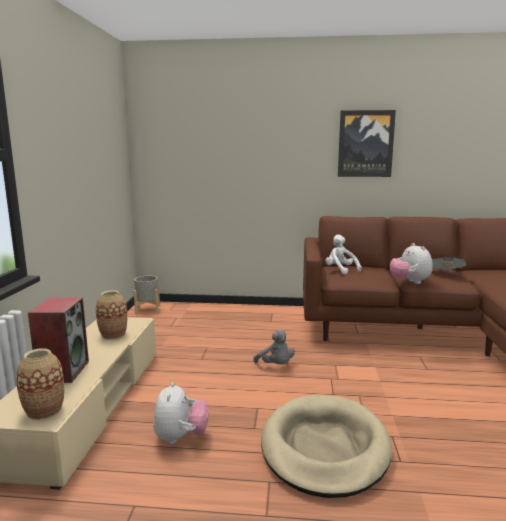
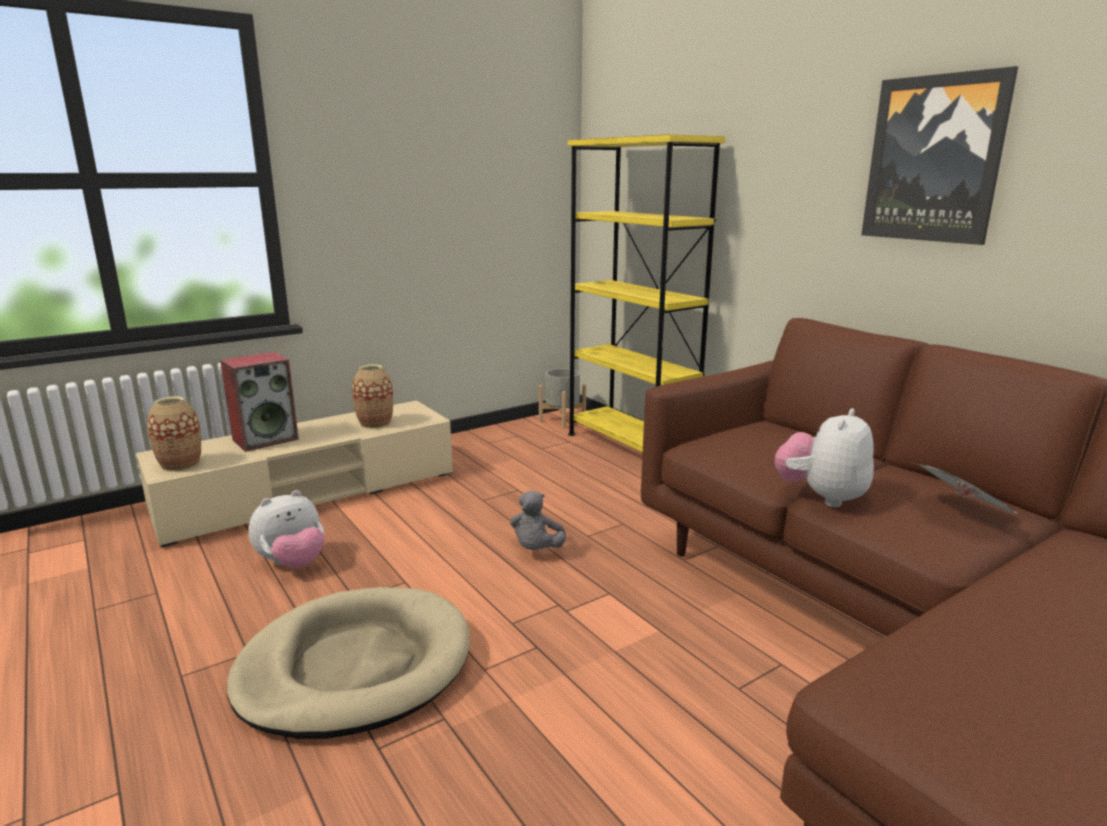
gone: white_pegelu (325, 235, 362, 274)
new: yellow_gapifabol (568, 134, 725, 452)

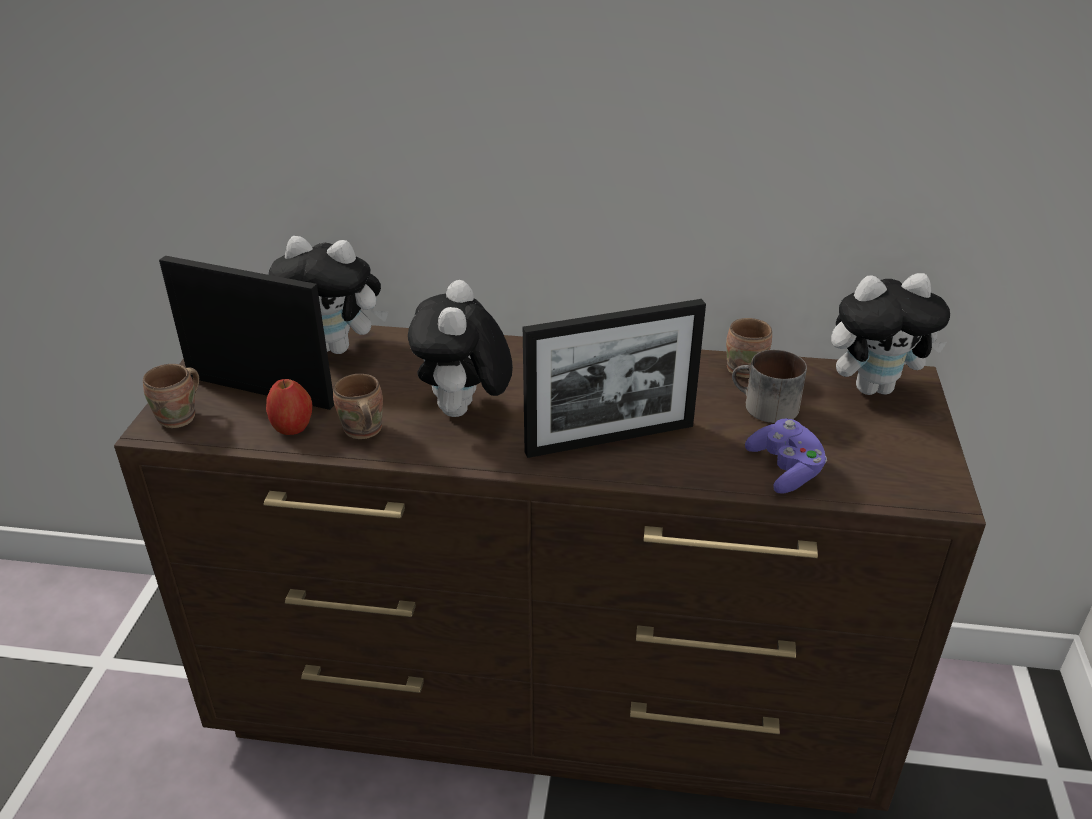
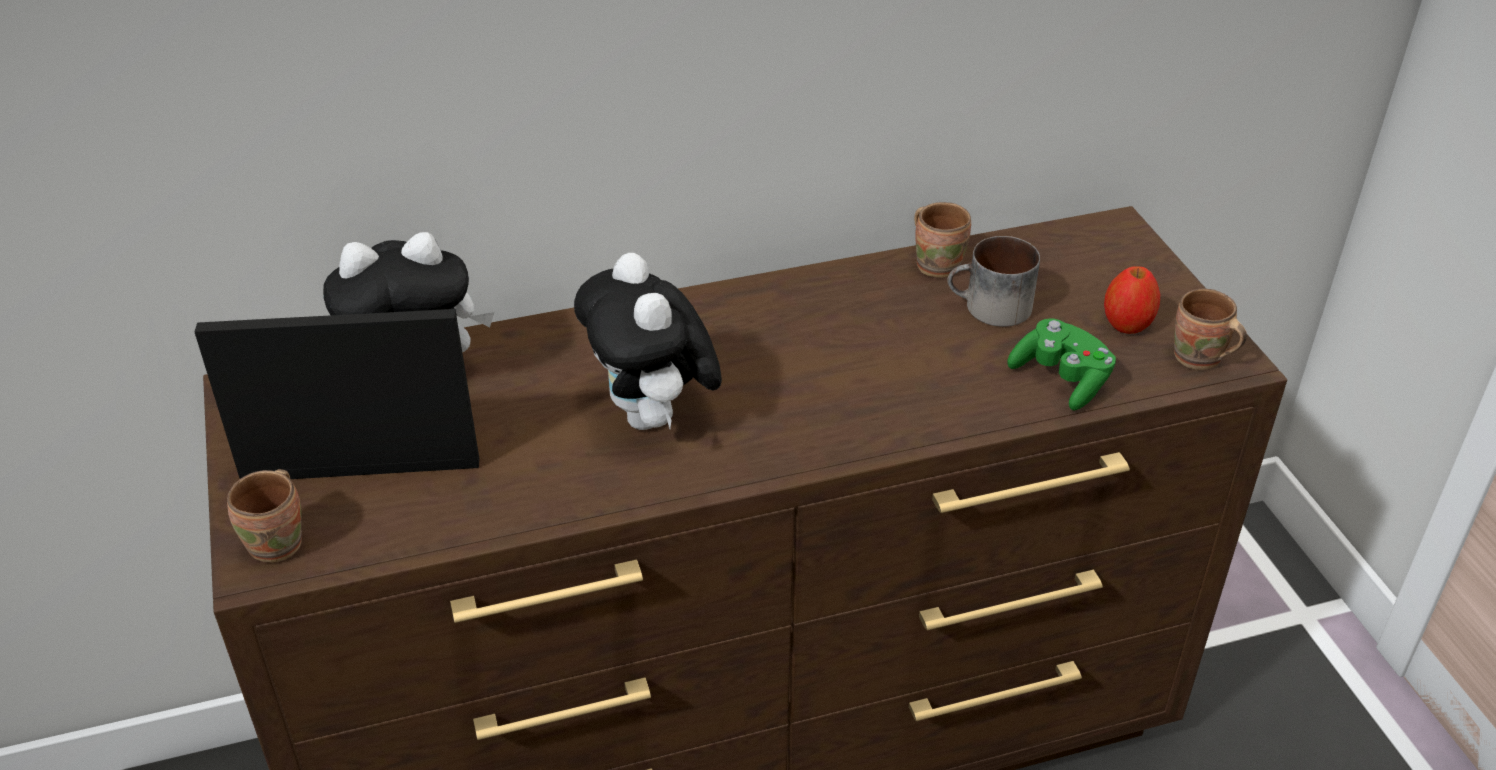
gone: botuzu (523, 299, 706, 458); pegelu (831, 273, 950, 395)
shifted: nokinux (266, 379, 312, 435) to (1104, 266, 1160, 334); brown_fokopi (333, 374, 383, 439) to (1174, 289, 1247, 370)
repainted: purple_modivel (745, 418, 827, 494) to green_modivel (1007, 318, 1116, 410)

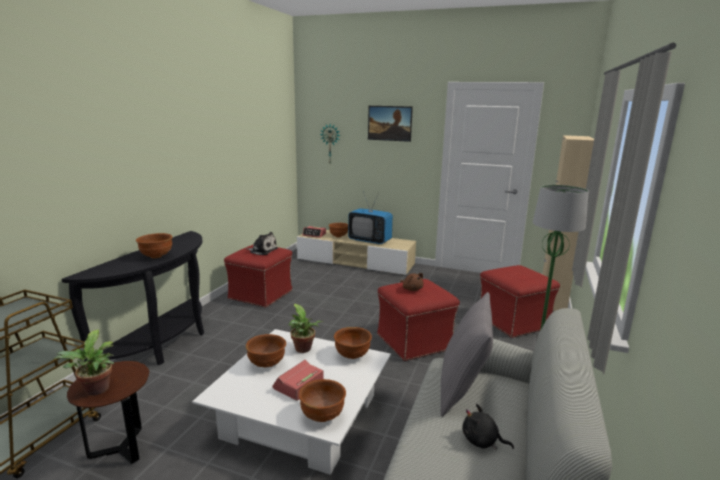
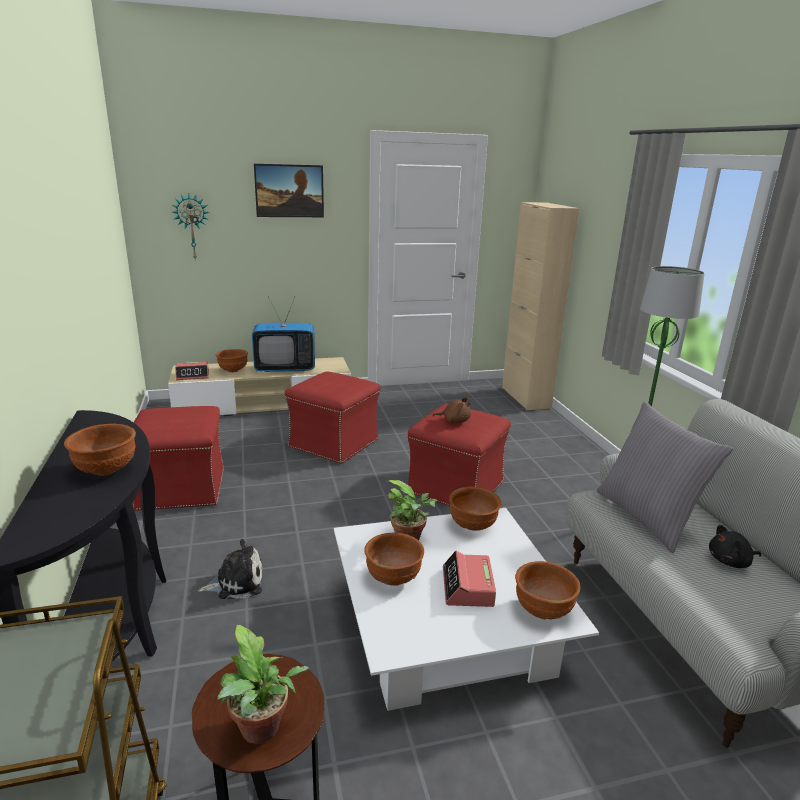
shifted: pegelu (246, 232, 278, 255) to (198, 539, 262, 599); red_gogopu (480, 265, 560, 338) to (285, 371, 381, 464)

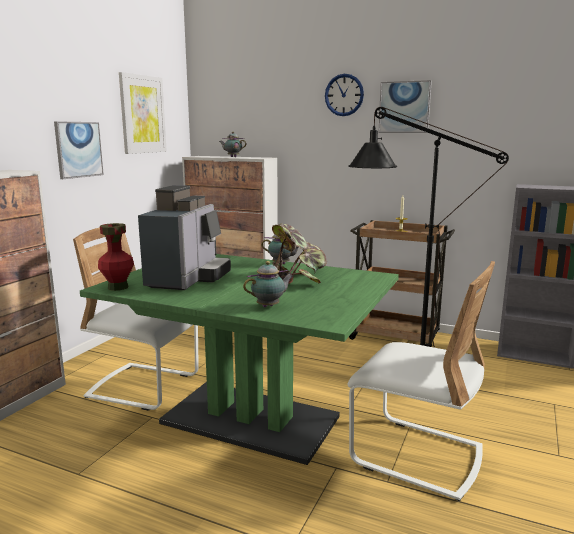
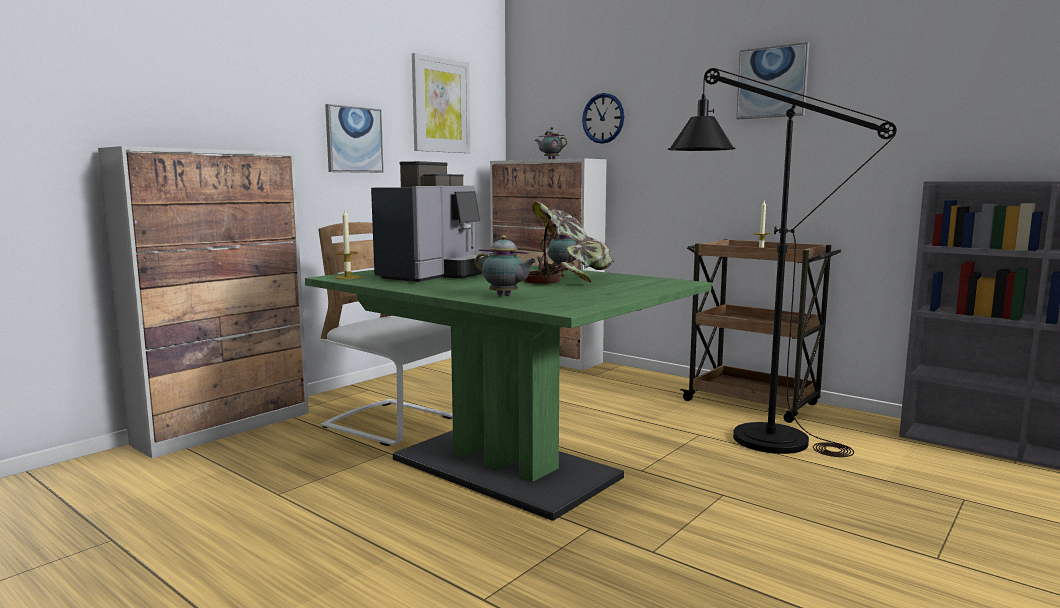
gone: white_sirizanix (347, 261, 495, 501)
shifted: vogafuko (325, 74, 364, 116) to (582, 93, 624, 144)
swapped: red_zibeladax (98, 223, 134, 291) to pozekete (335, 210, 361, 279)
rotated: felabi (243, 261, 293, 307) = (475, 235, 537, 296) 45 degrees clockwise

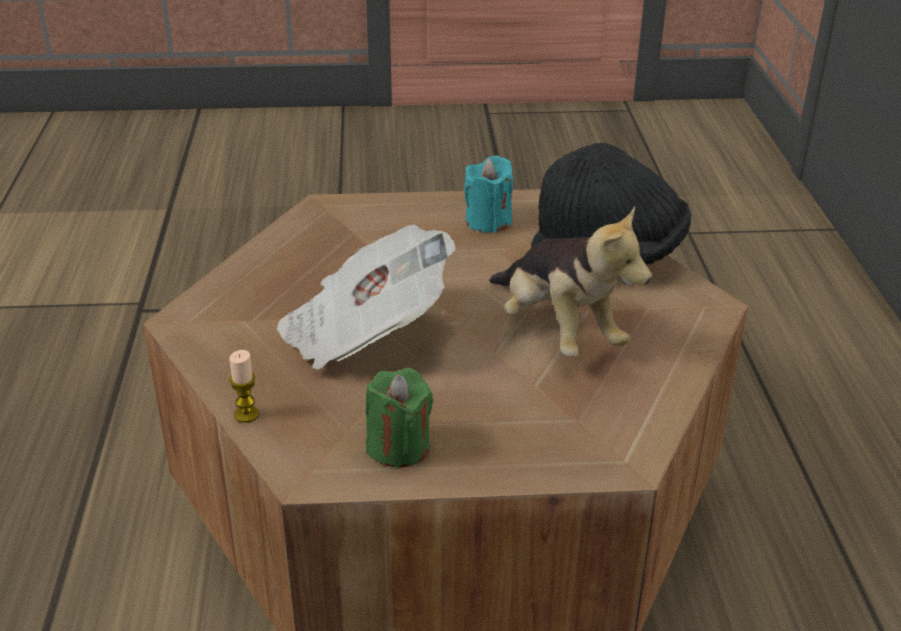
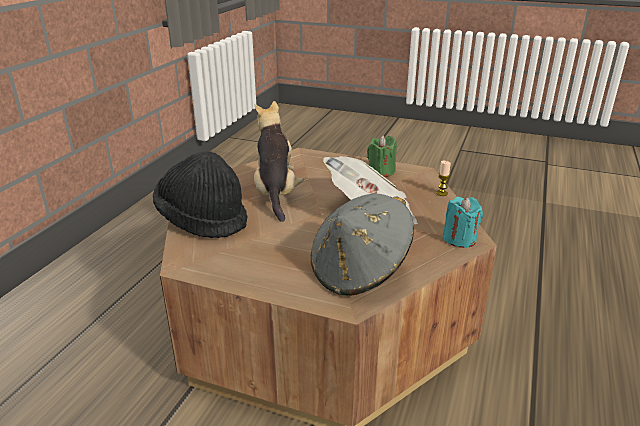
new: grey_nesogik (311, 194, 414, 296)
shifted: turquoise_pozekete (464, 155, 513, 233) to (442, 197, 483, 248)

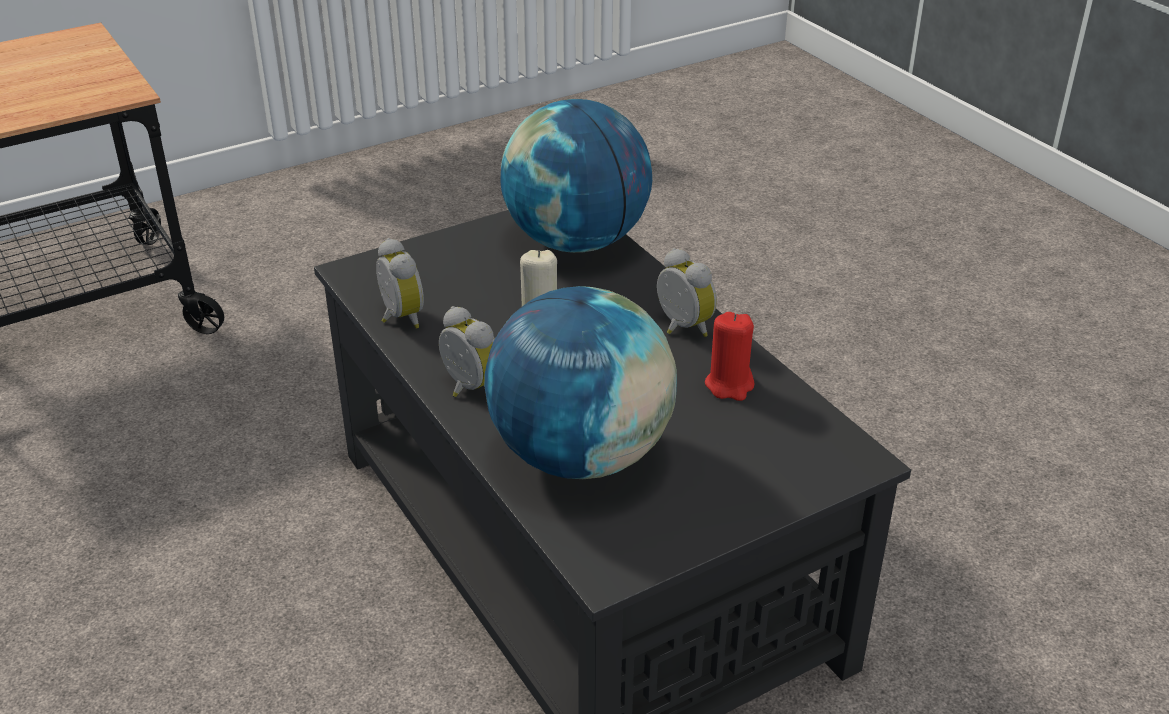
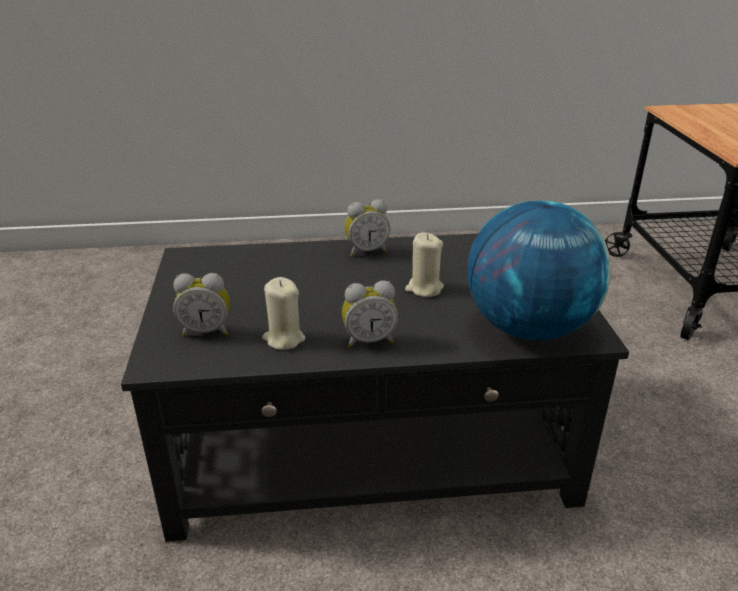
gone: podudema (484, 286, 677, 479)
shifted: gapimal (376, 238, 424, 328) to (173, 273, 230, 336)
repainted: red_pozekete (705, 312, 754, 401) to beige_pozekete (262, 277, 305, 350)

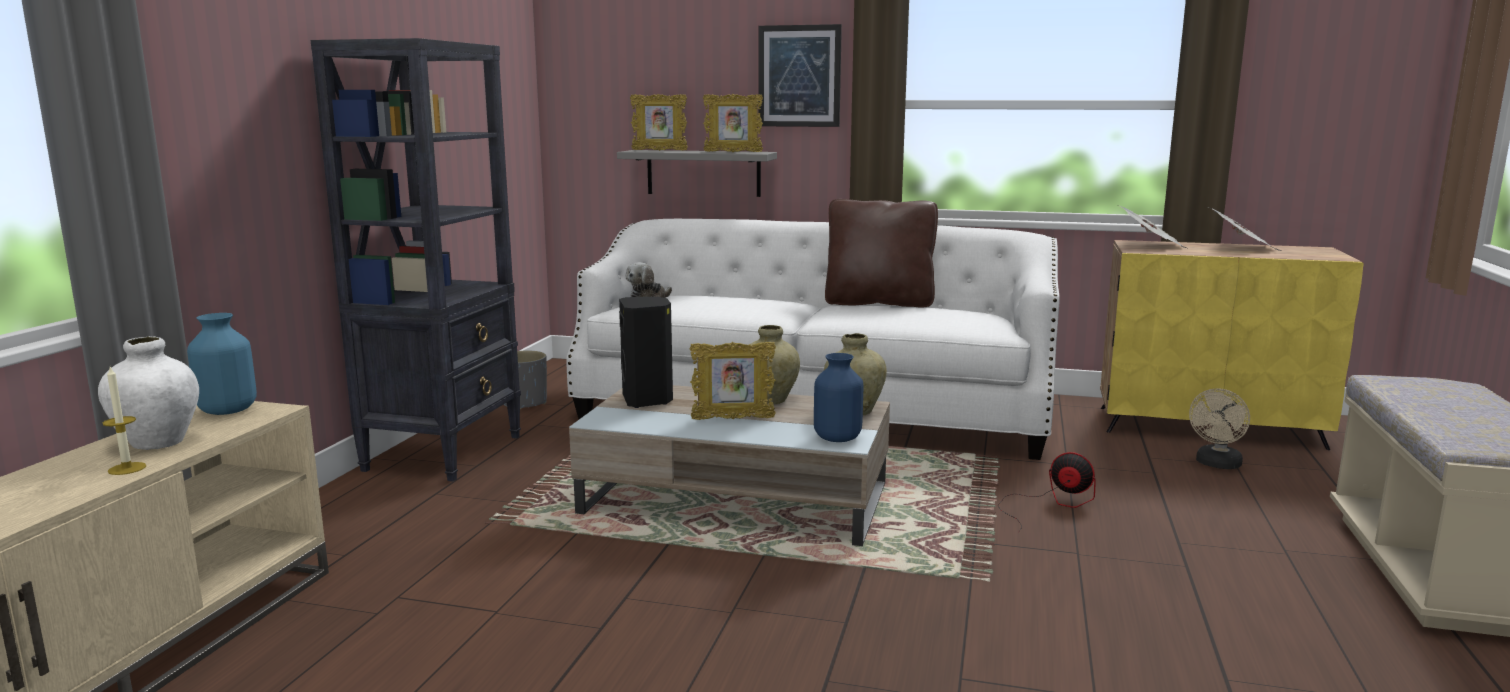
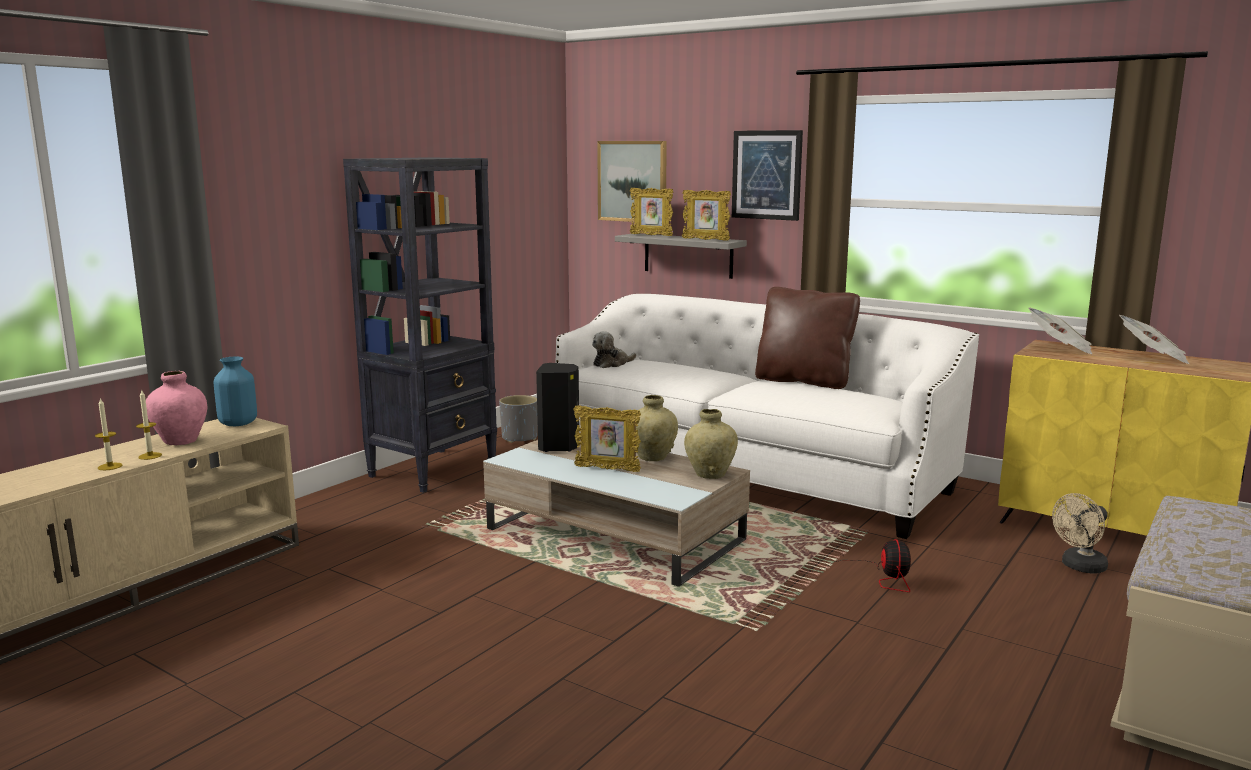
gone: blue_zibeladax (814, 353, 863, 442)
new: pozekete (95, 398, 122, 470); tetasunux (597, 141, 667, 222)
repainted: white_zibeladax (98, 336, 199, 450) to pink_zibeladax (146, 371, 207, 446)
rotated: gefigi (998, 452, 1096, 531) = (803, 539, 911, 592) 45 degrees clockwise

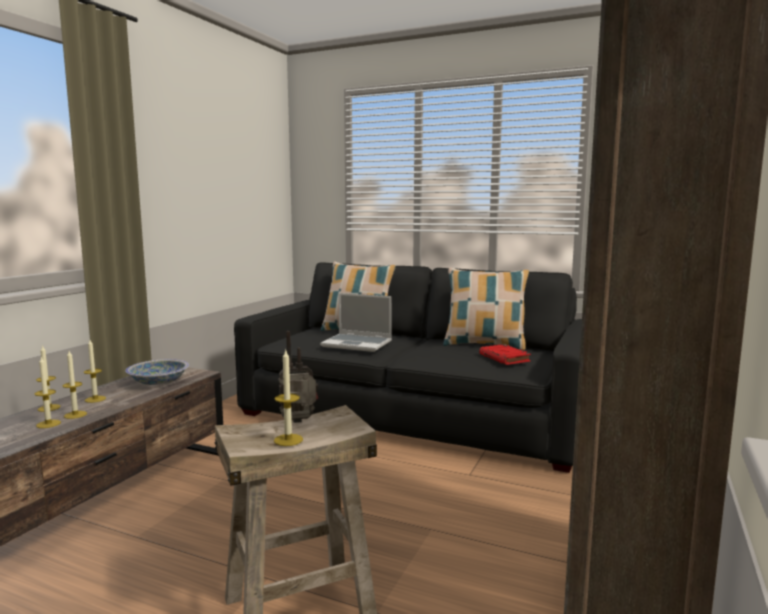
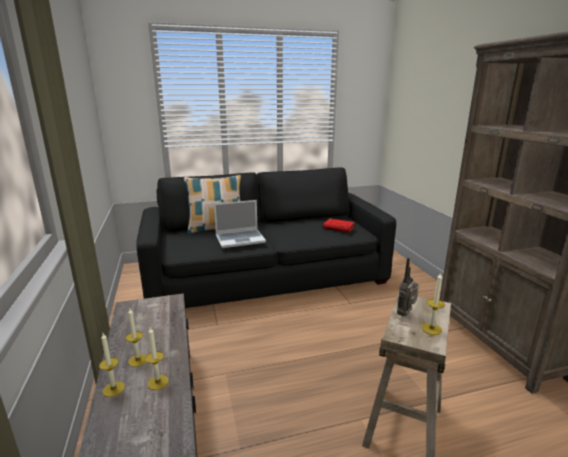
gone: pozekete (35, 356, 61, 428); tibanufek (125, 359, 189, 385); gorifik (443, 268, 529, 350)

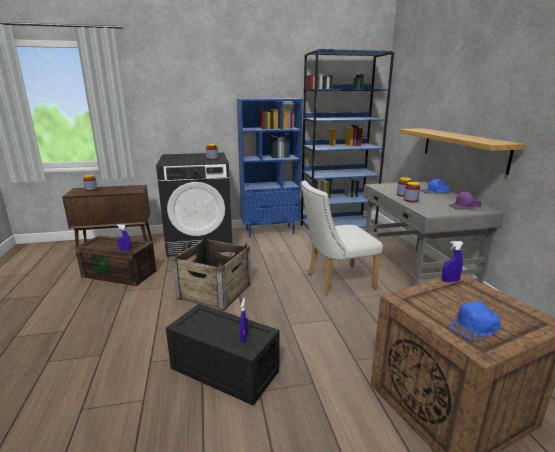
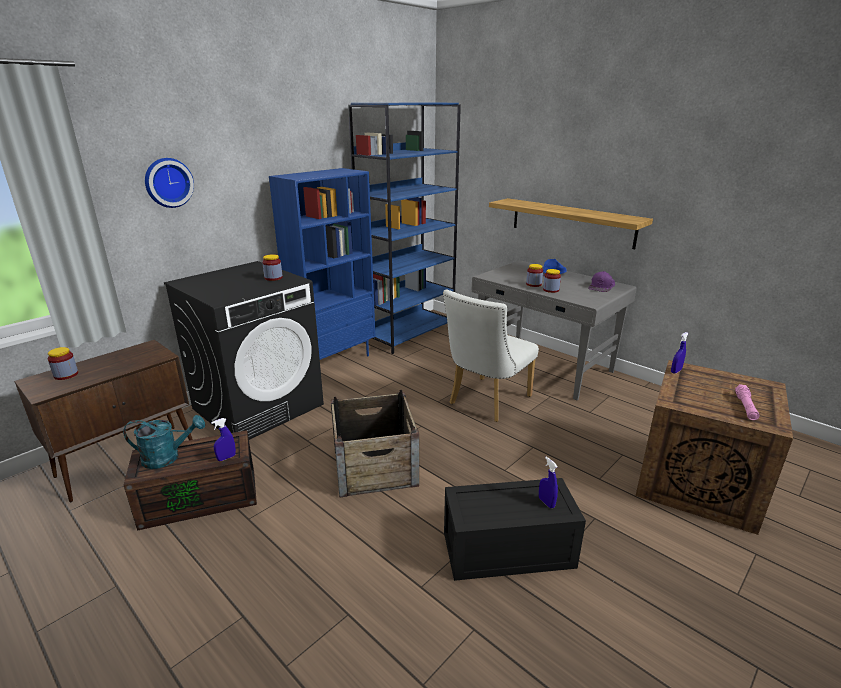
new: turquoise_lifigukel (123, 415, 205, 469); vogafuko (145, 158, 194, 208)
swapped: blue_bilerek (448, 302, 501, 342) to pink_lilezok (735, 384, 759, 420)

